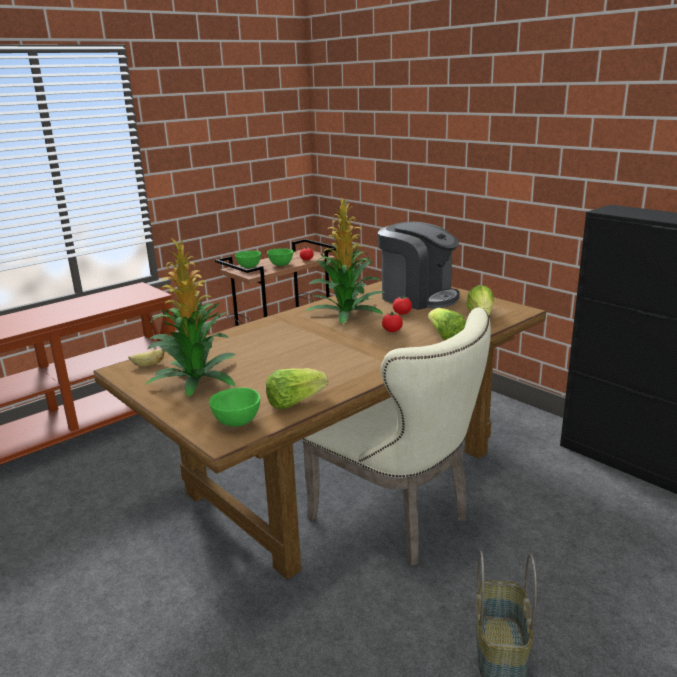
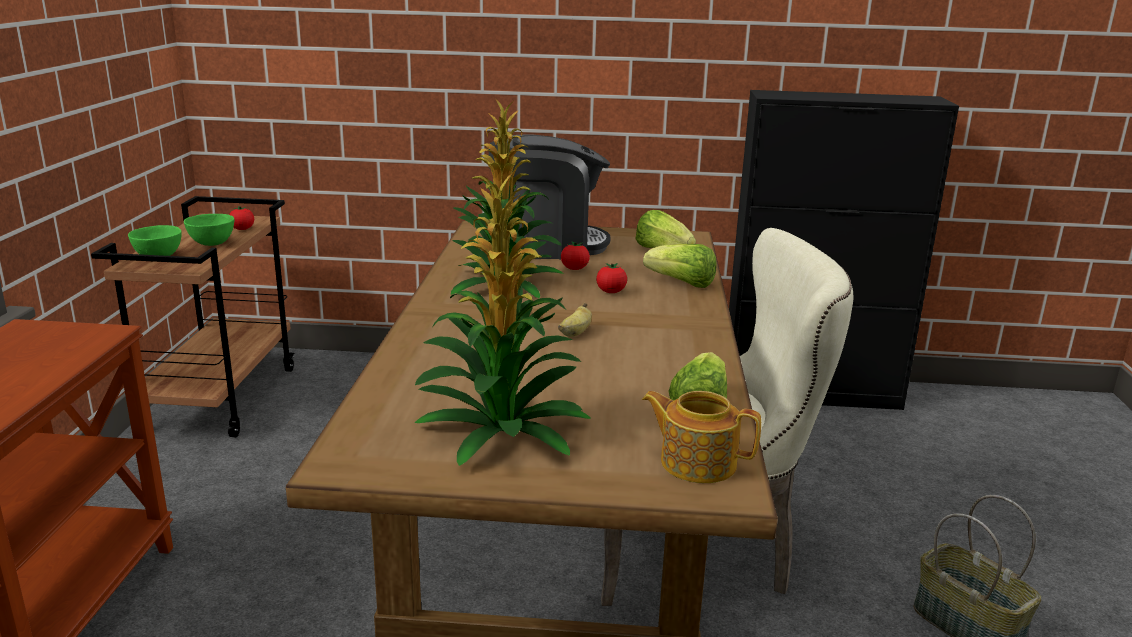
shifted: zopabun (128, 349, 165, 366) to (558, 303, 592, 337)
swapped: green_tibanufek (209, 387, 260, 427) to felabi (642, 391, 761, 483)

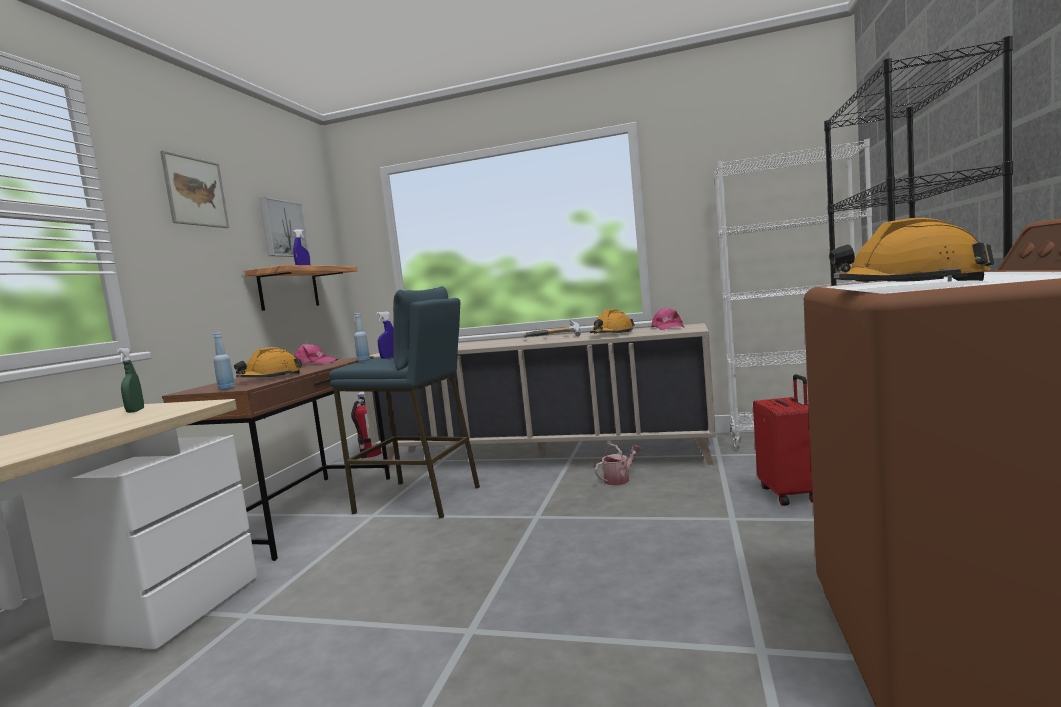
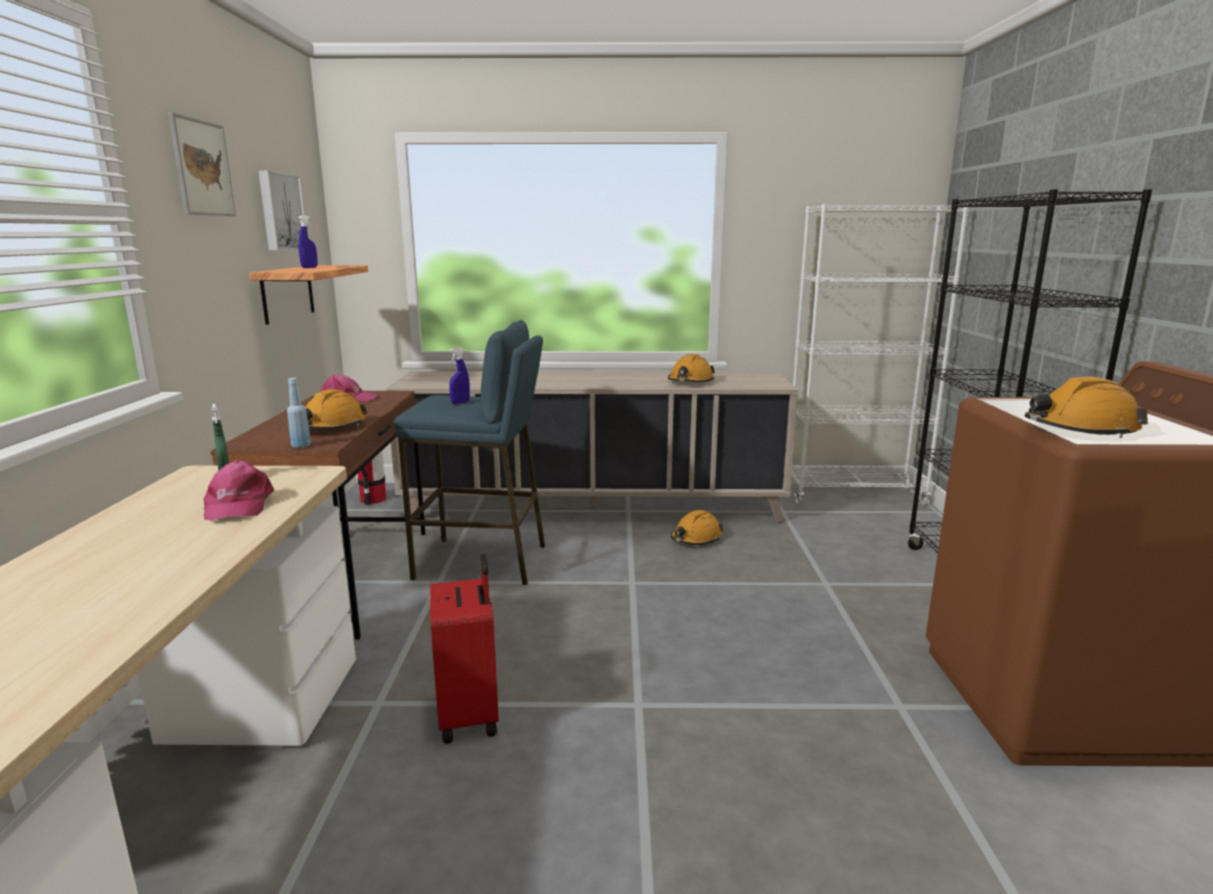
gone: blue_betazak (354, 313, 370, 362); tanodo (523, 320, 581, 338)
shifted: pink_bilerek (652, 308, 685, 330) to (203, 460, 274, 520); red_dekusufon (753, 374, 813, 506) to (430, 554, 499, 744)
swapped: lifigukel (595, 444, 642, 486) to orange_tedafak (671, 510, 724, 545)

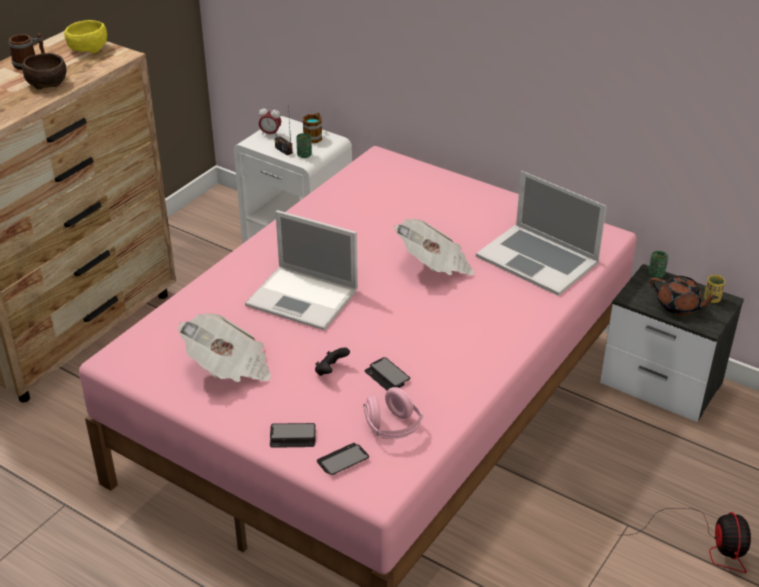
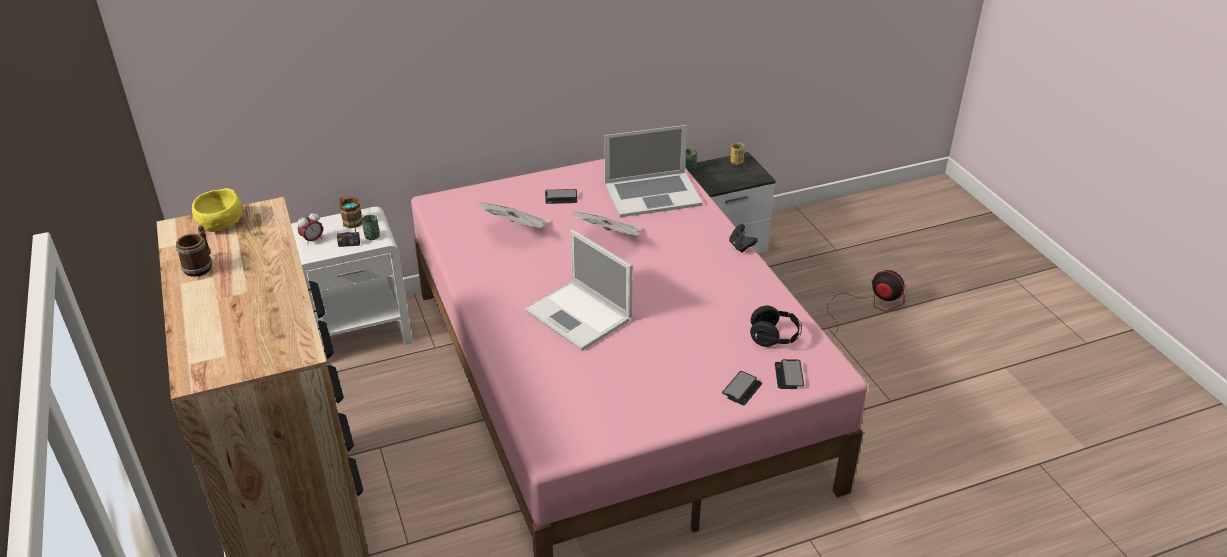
gone: brown_tibanufek (22, 53, 67, 89); brown_felabi (650, 276, 719, 315)
shifted: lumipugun (178, 314, 271, 382) to (478, 202, 550, 228); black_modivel (315, 347, 350, 376) to (729, 224, 758, 253); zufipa (365, 357, 410, 390) to (545, 189, 577, 204)
repainted: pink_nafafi (364, 387, 422, 439) to black_nafafi (750, 306, 802, 347)
rotated: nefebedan (245, 210, 358, 330) = (525, 230, 633, 351) 75 degrees clockwise

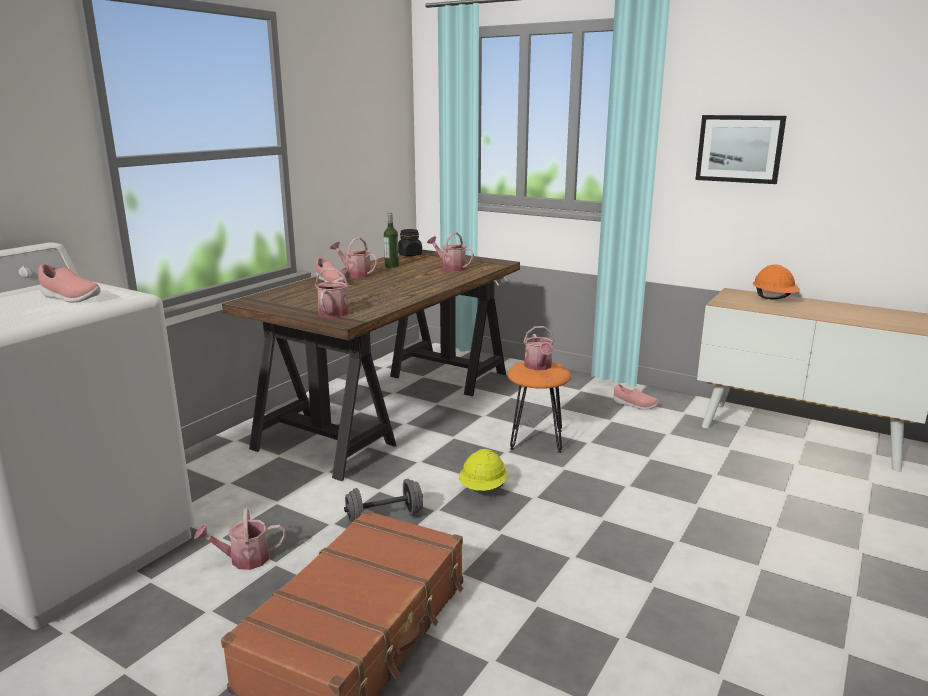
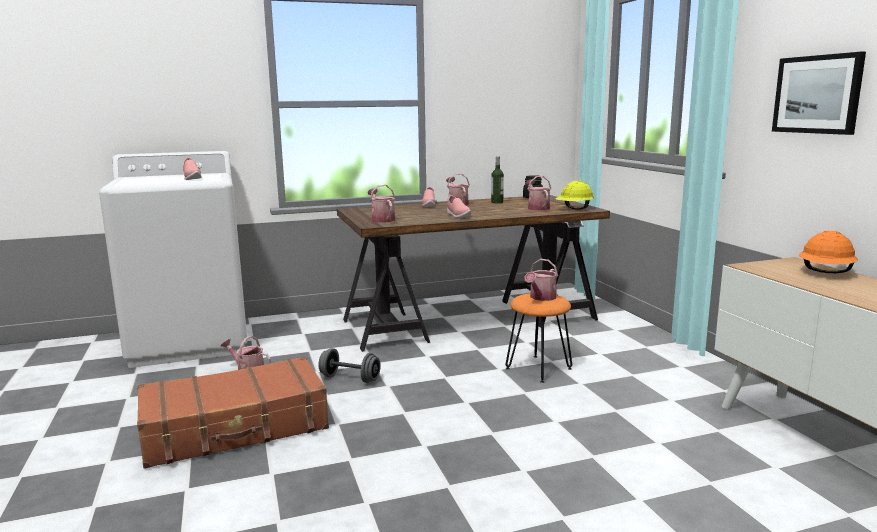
shifted: yellow_tedafak (459, 449, 507, 491) to (555, 181, 594, 210); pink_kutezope (613, 384, 659, 410) to (447, 195, 471, 218)
rotated: lifigukel (315, 268, 350, 318) = (368, 185, 395, 223) 75 degrees counterclockwise

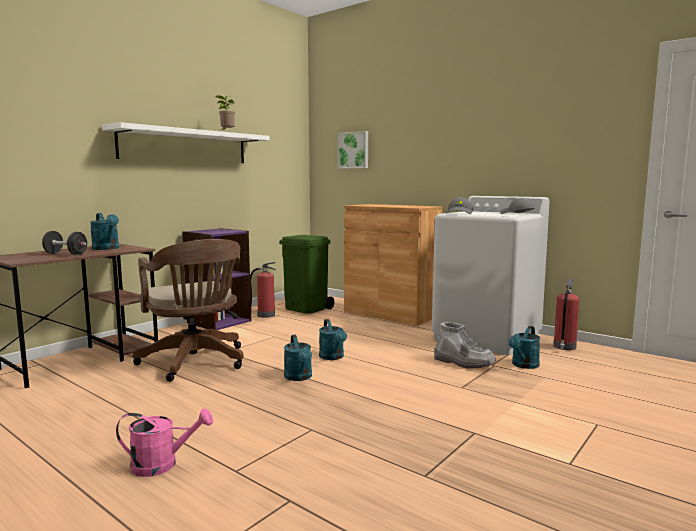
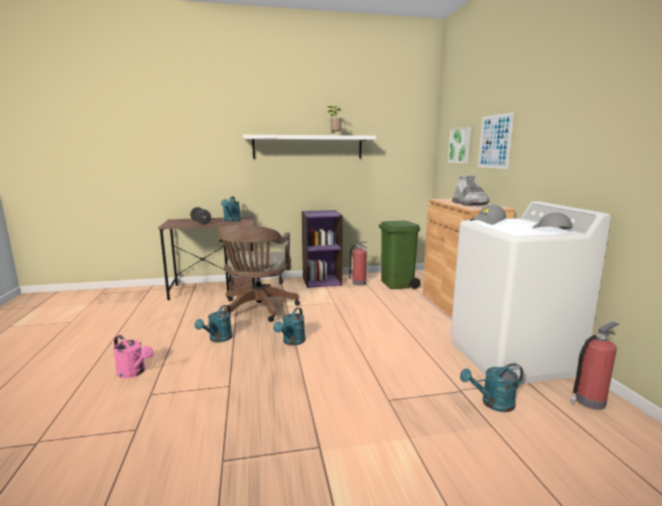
new: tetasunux (478, 112, 514, 169)
shifted: turquoise_lifigukel (319, 319, 347, 360) to (195, 305, 233, 342); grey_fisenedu (434, 322, 496, 368) to (452, 175, 490, 206)

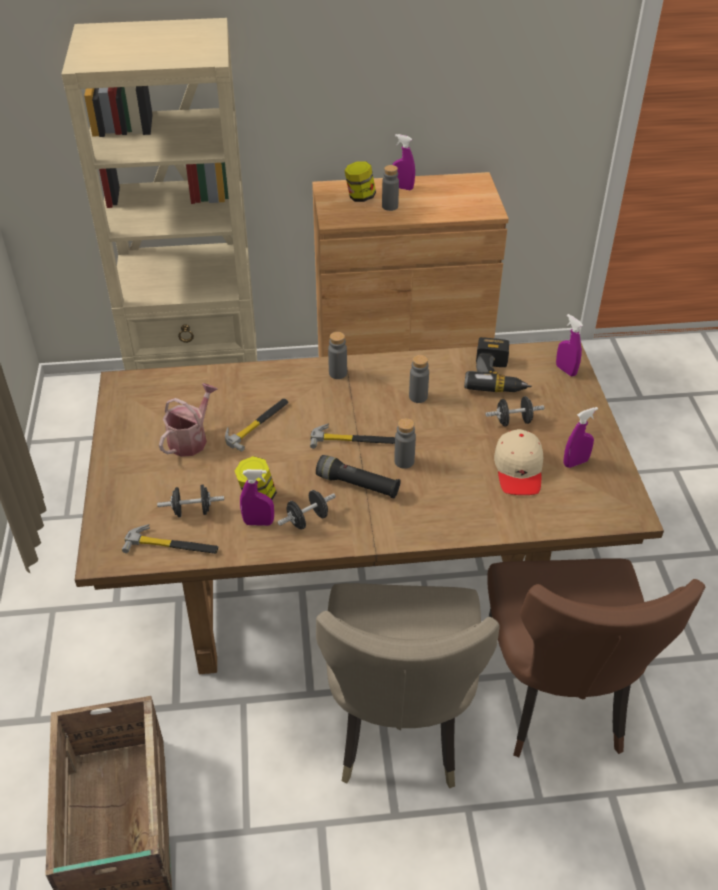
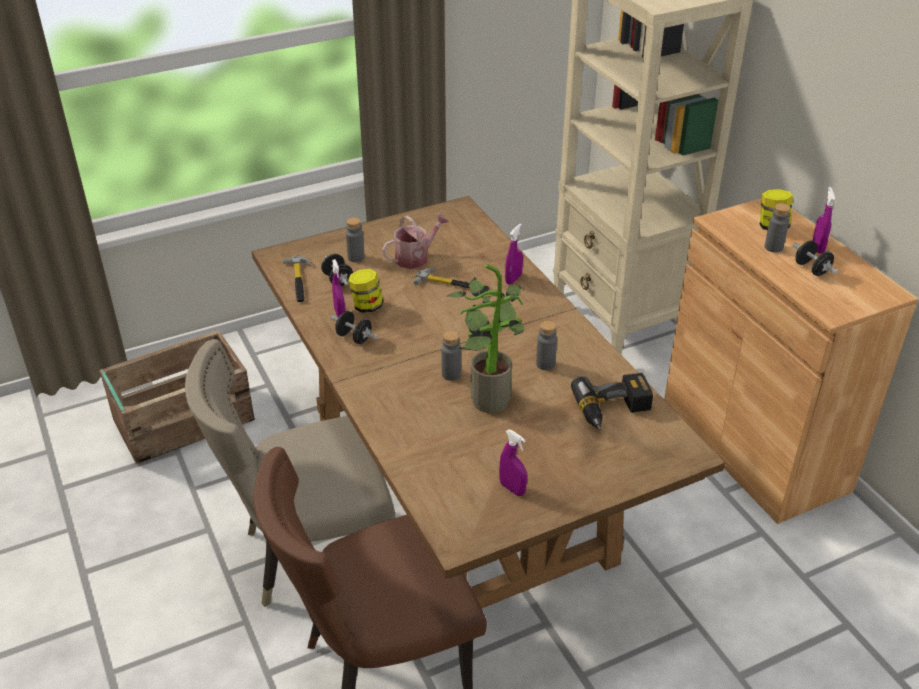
gone: tanodo (310, 423, 395, 449); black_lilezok (316, 455, 401, 499); beige_bilerek (494, 429, 543, 495)
new: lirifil (447, 264, 525, 413)
shifted: grey_betazak (328, 332, 347, 379) to (346, 217, 364, 262); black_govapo (485, 396, 544, 427) to (793, 240, 838, 276); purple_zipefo (556, 314, 583, 377) to (505, 223, 523, 285)
rotated: lifigukel (159, 383, 218, 457) = (382, 213, 449, 269) 45 degrees counterclockwise

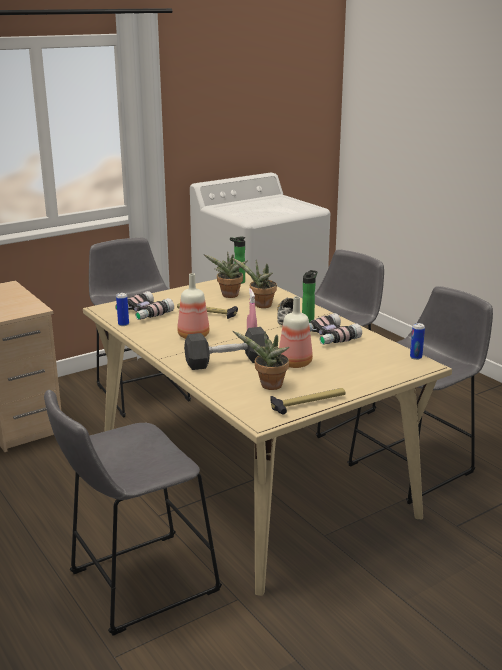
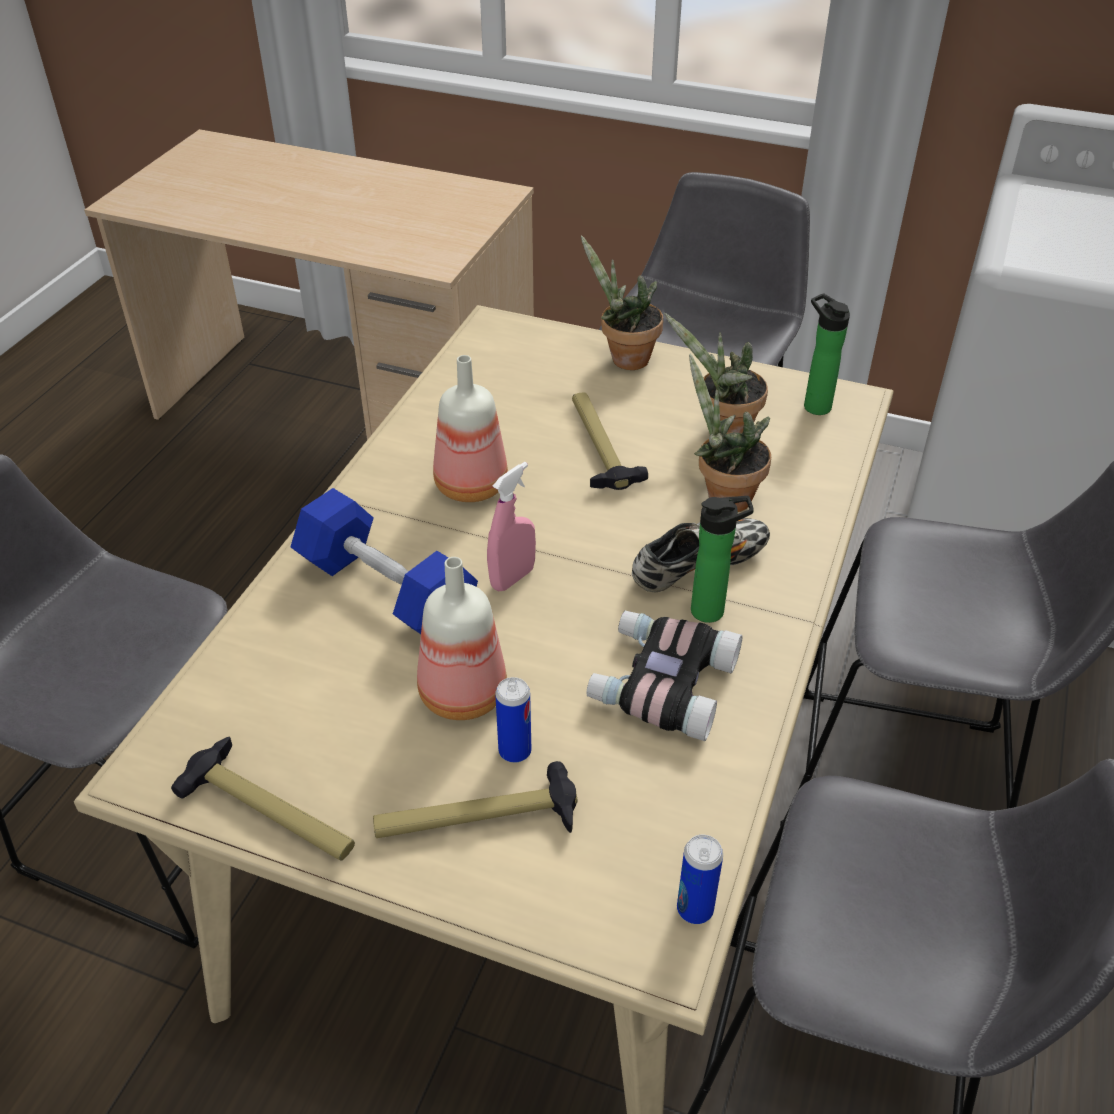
gone: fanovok (115, 291, 174, 320)
new: tanodo (373, 761, 577, 838)
shifted: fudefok (116, 293, 129, 326) to (495, 677, 531, 763); lirifil (233, 331, 290, 390) to (581, 235, 663, 370)
repainted: grey_govapo (184, 327, 269, 370) to blue_govapo (291, 488, 478, 634)

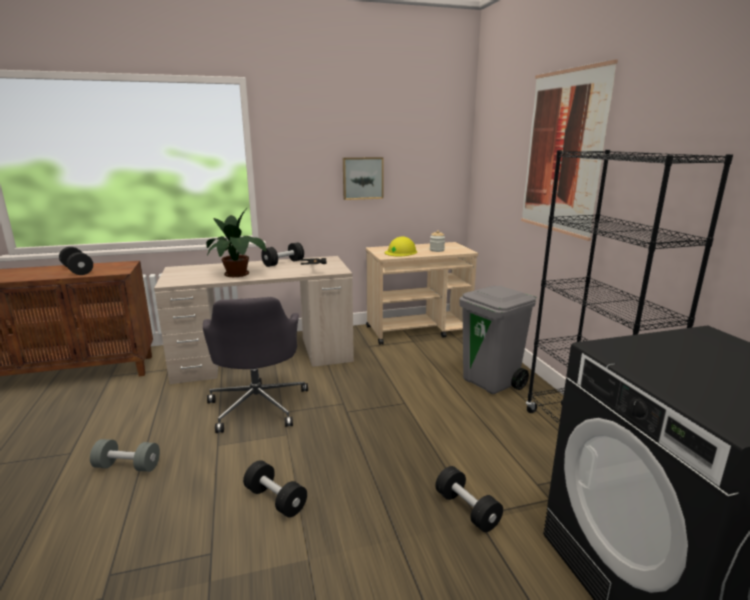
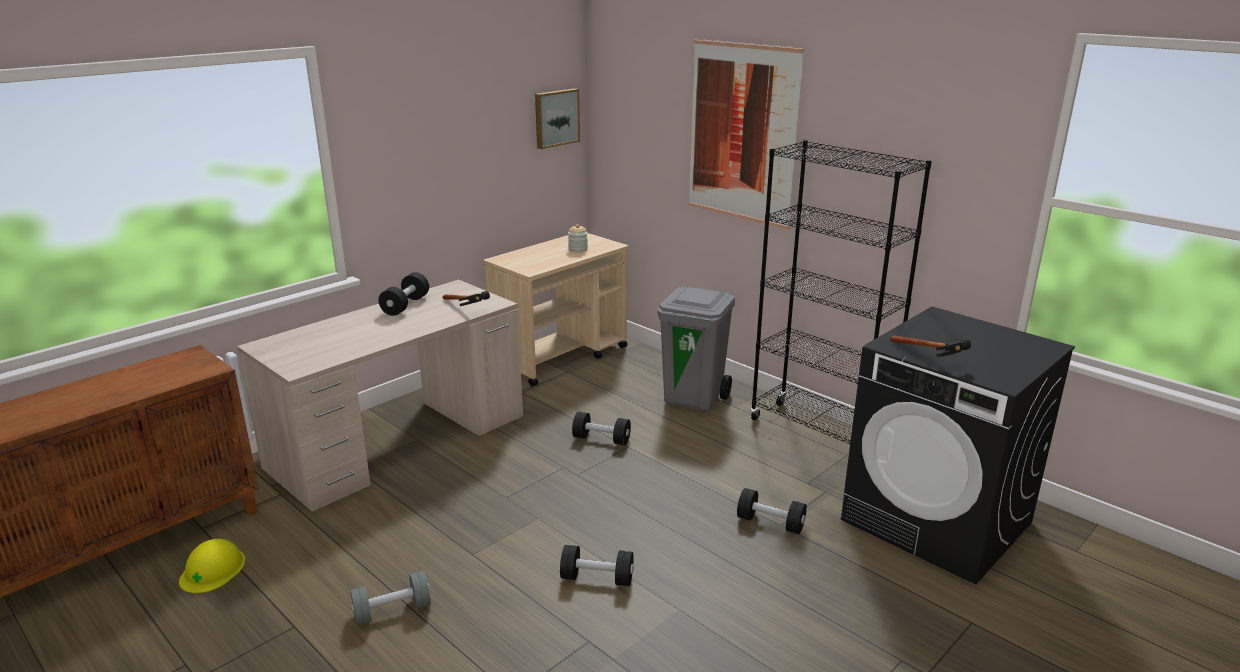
gone: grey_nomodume (203, 297, 308, 433); lirifil (206, 206, 267, 277)
new: tanodo (890, 336, 971, 357)
shifted: black_govapo (59, 247, 93, 275) to (572, 412, 631, 445); tetasunux (343, 157, 384, 200) to (535, 88, 580, 149); yellow_tedafak (385, 237, 417, 256) to (179, 539, 245, 593)

